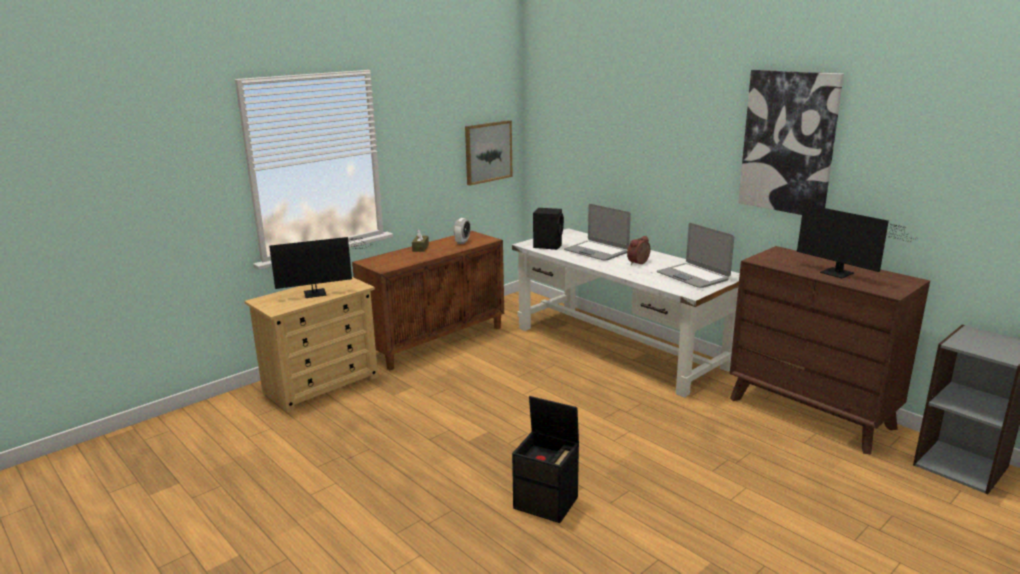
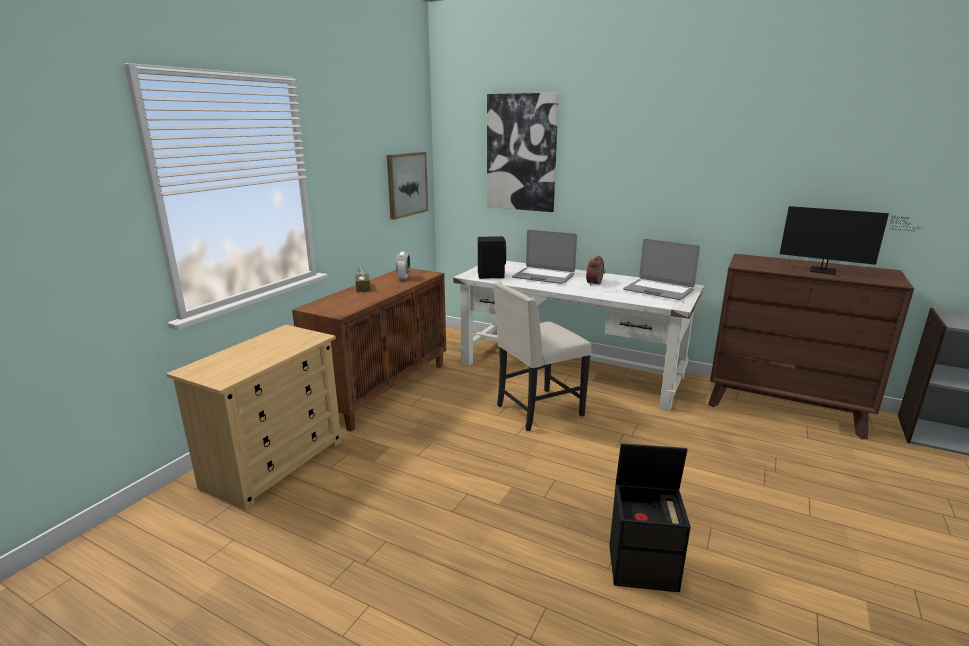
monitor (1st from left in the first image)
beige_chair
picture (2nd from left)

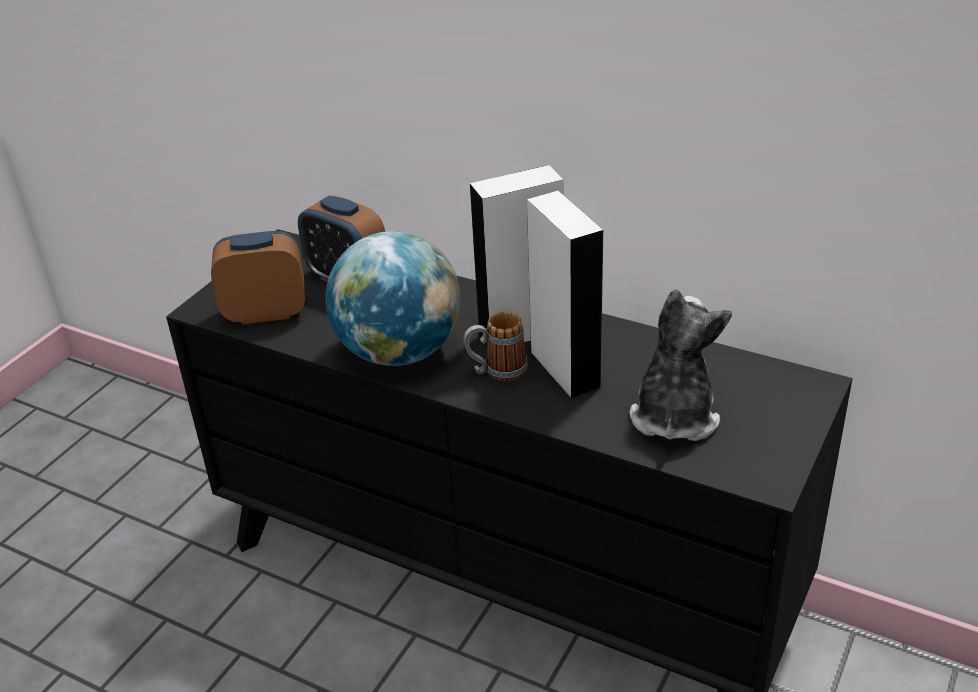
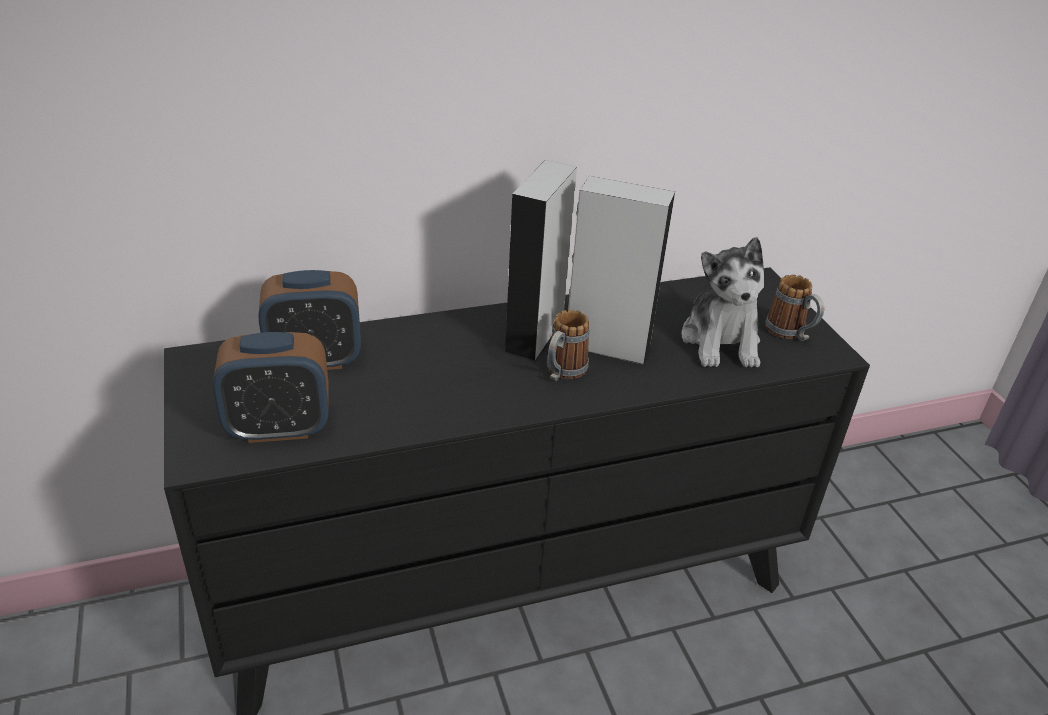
globe
mug (2nd from left)
alarm_clock (1st from left)
plush_toy

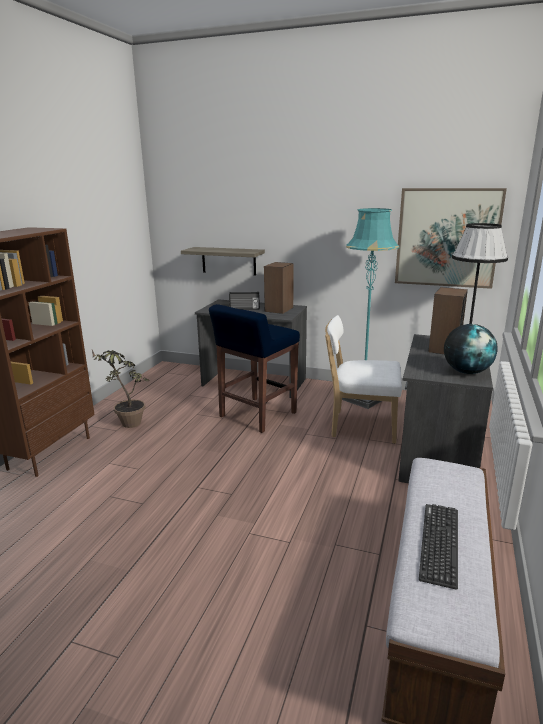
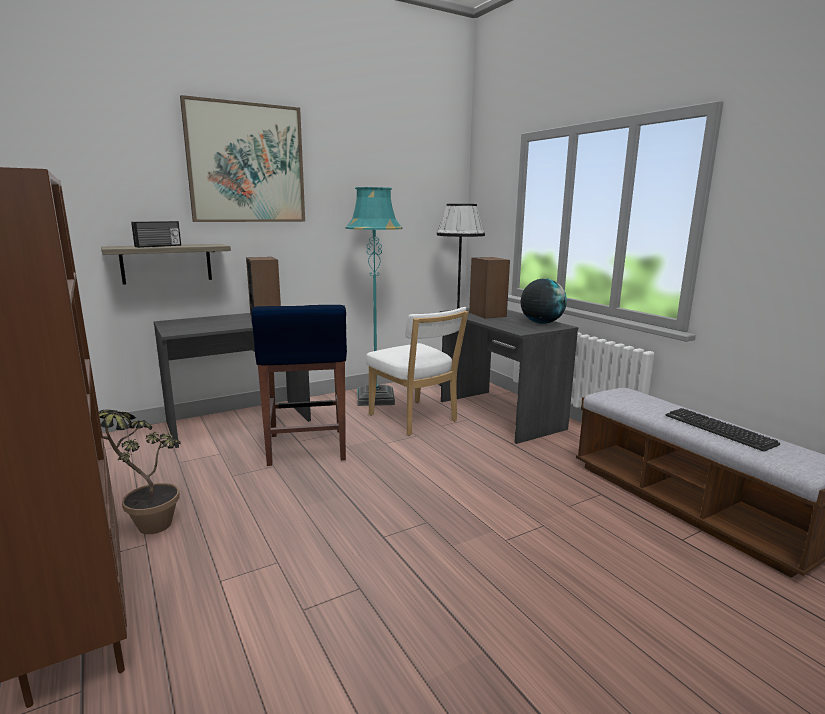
radio
picture
white_chair

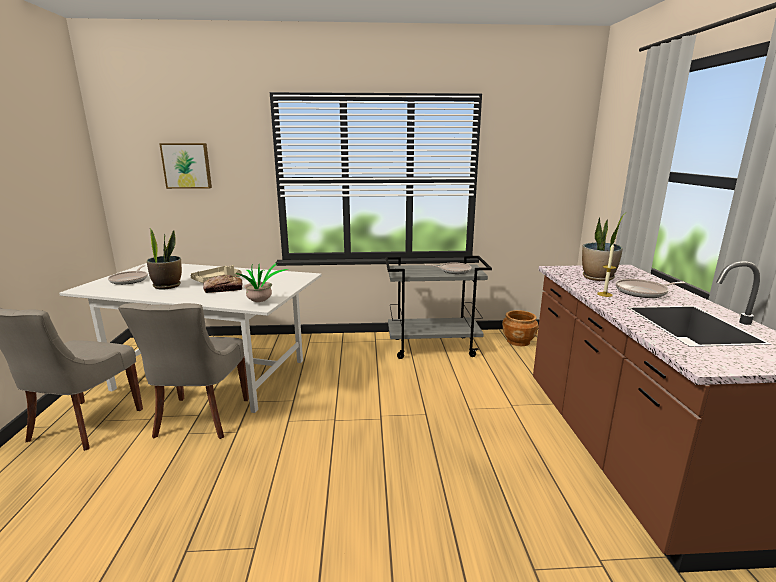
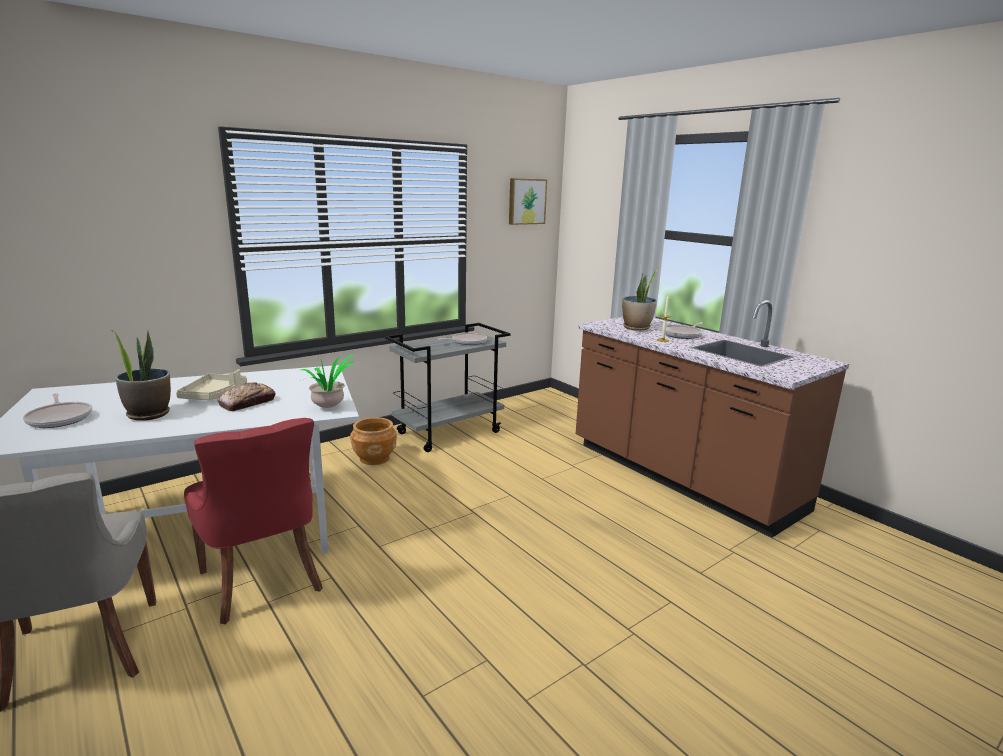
picture
brown_planter
red_chair

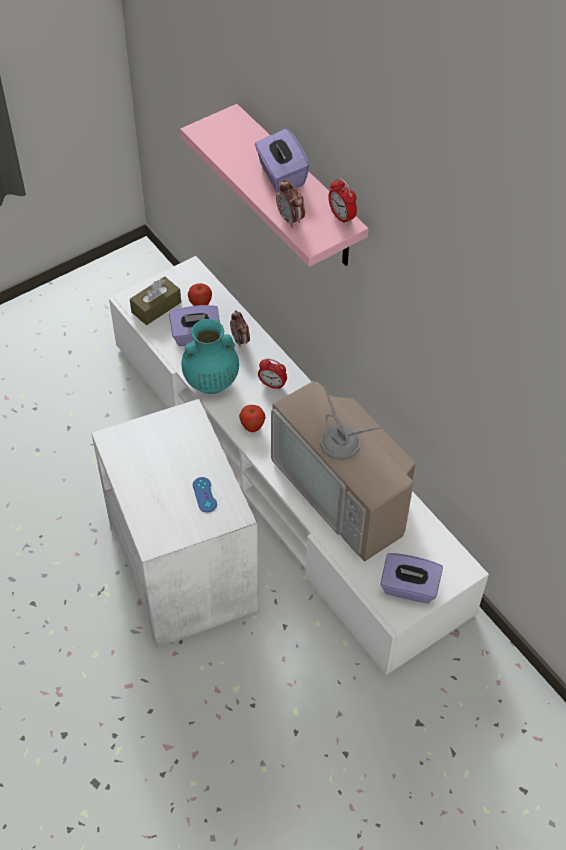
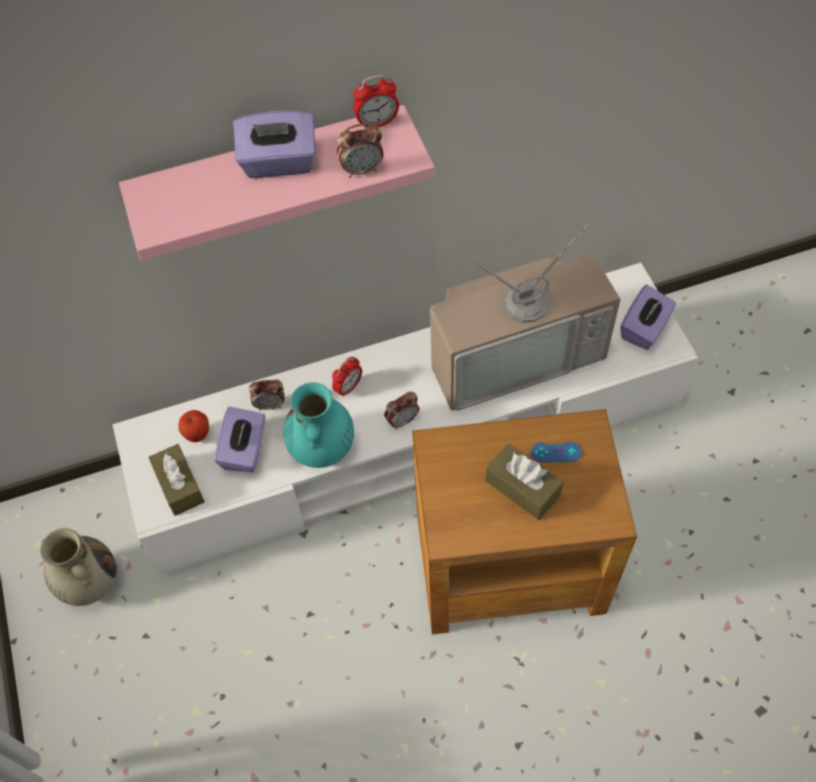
beige_vase
brown_tissue_box (2nd from left)
alarm_clock (5th from left)
brown_side_table

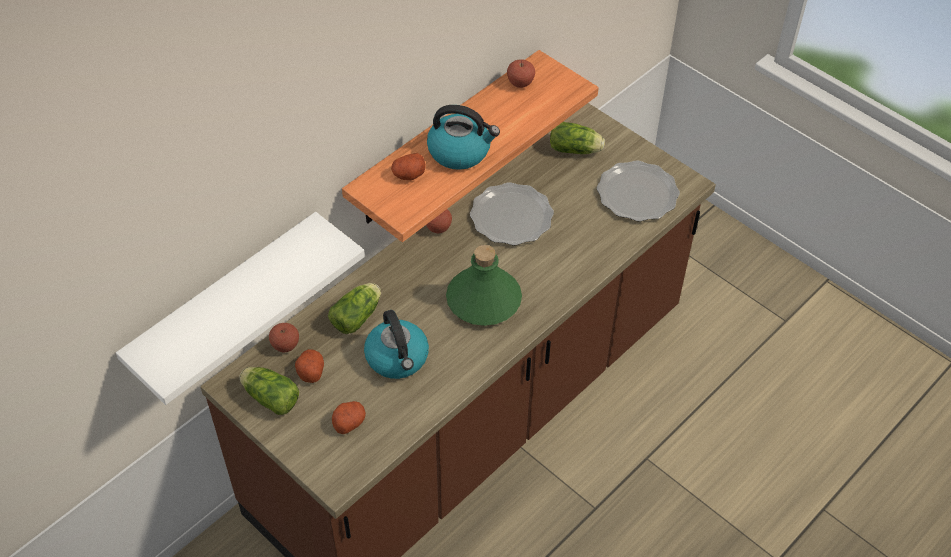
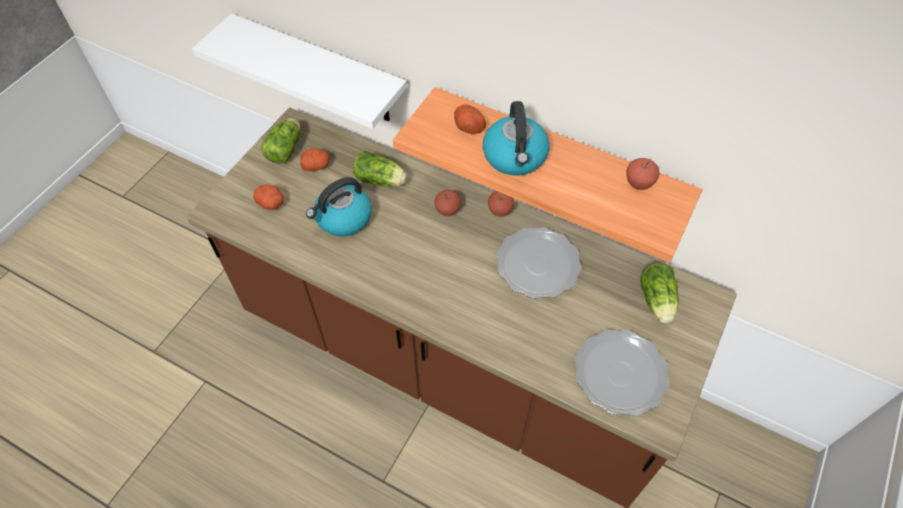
green_bottle
apple (1st from left)

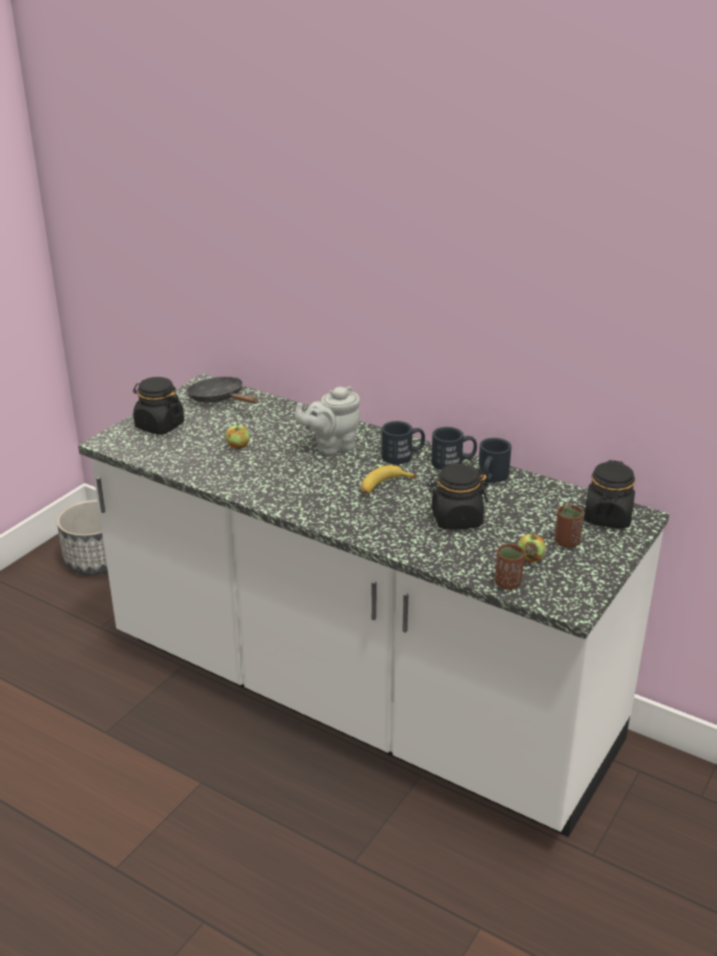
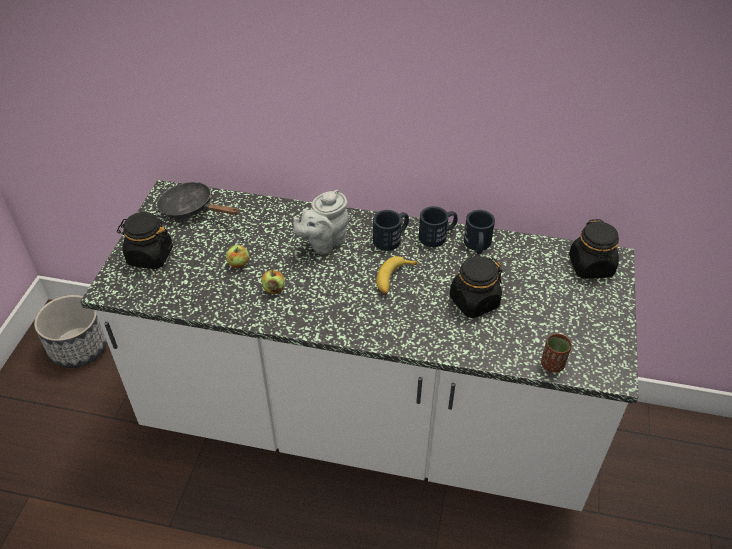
brown_cup (2nd from left in the first image)
apple (2nd from left)

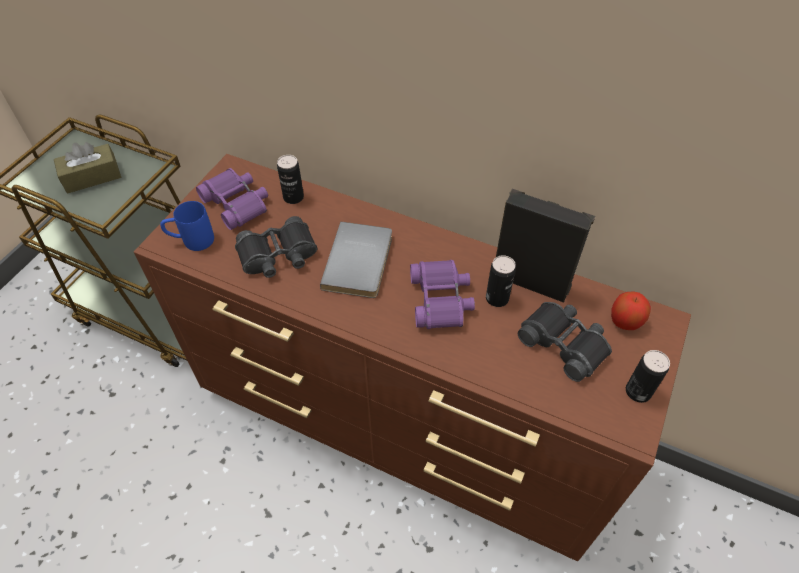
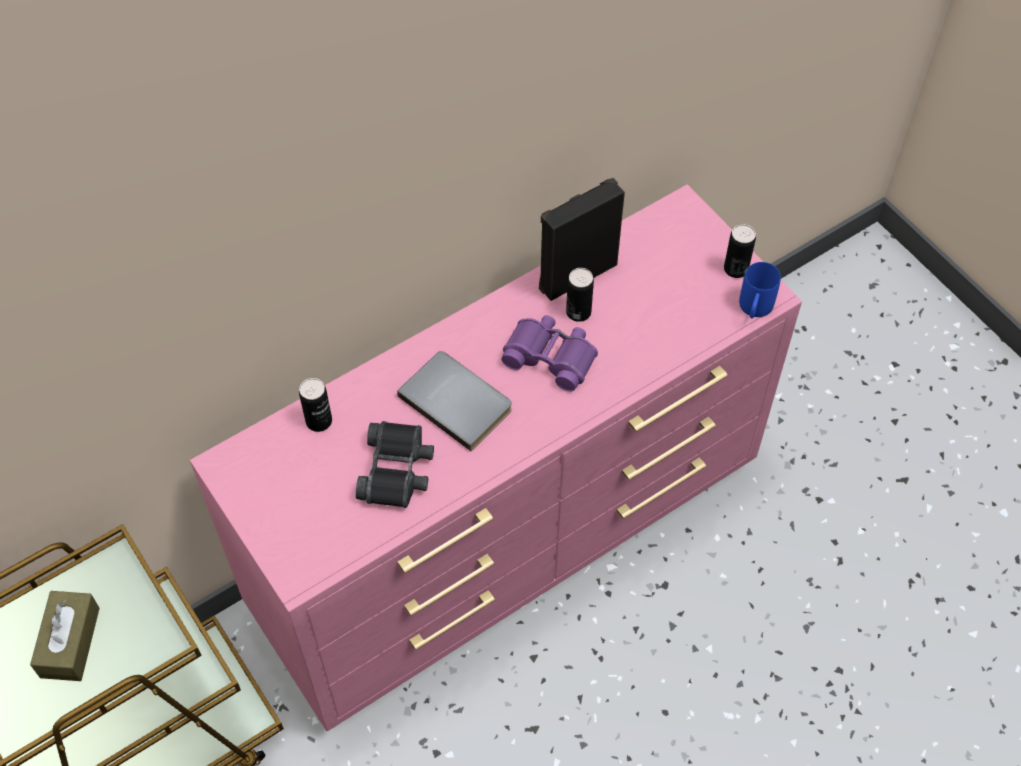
purple_binoculars (1st from left in the first image)
black_binoculars (2nd from left in the first image)
apple
blue_mug
pink_dresser

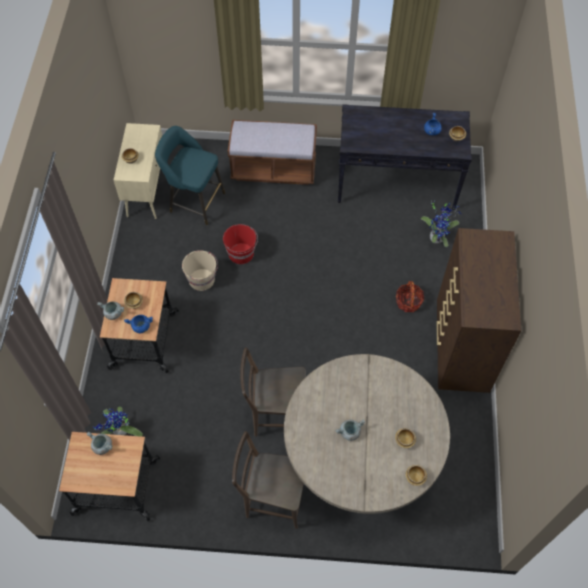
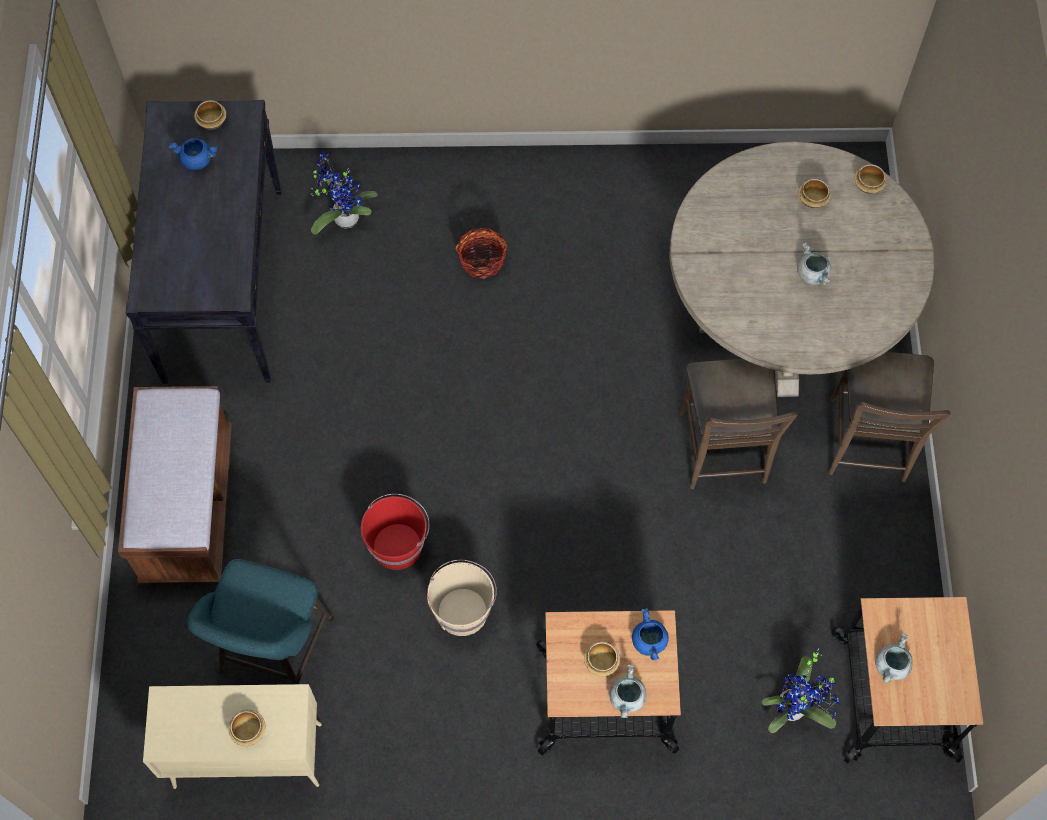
brown_dresser

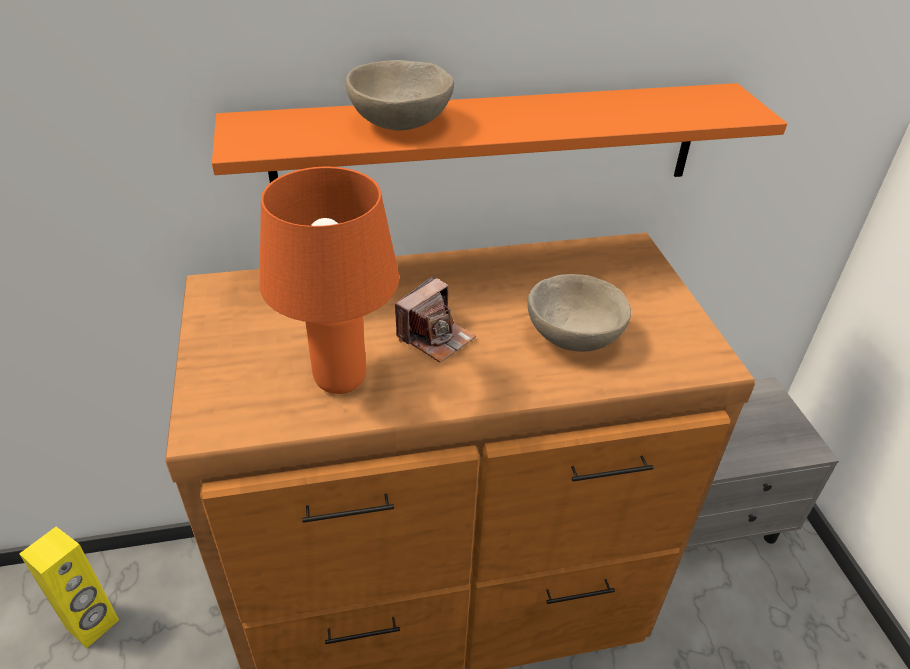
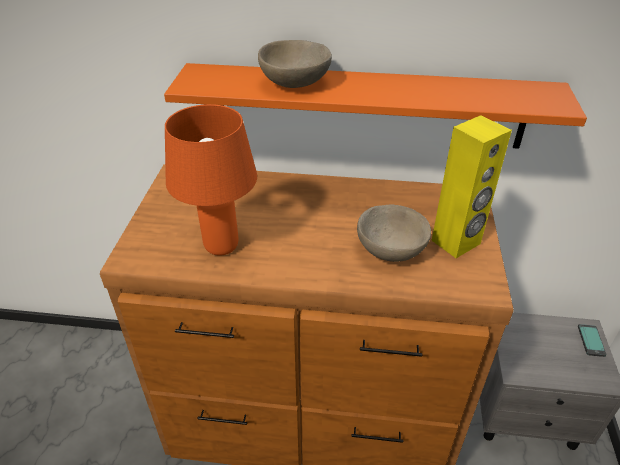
photo_camera
phone
yellow_speaker

